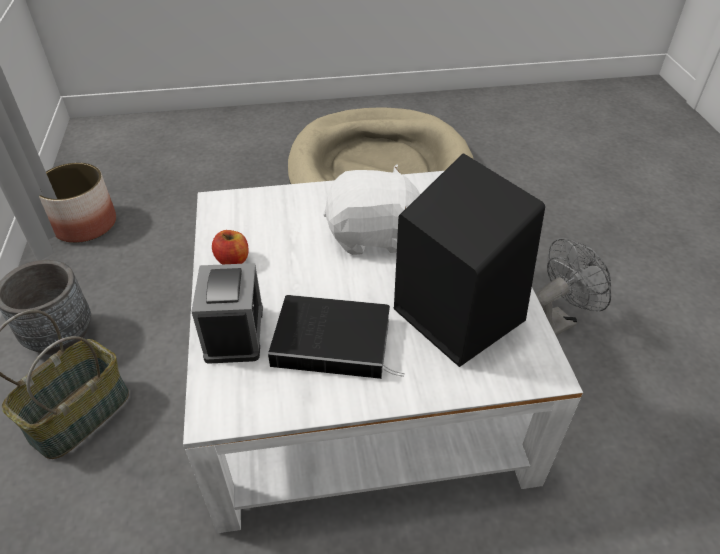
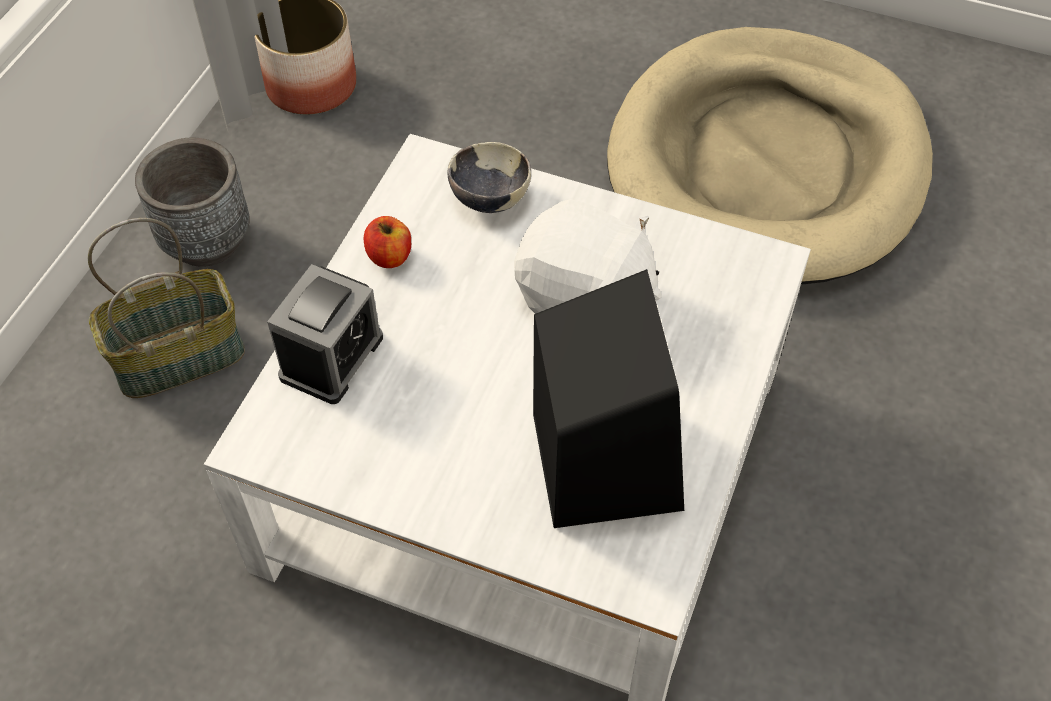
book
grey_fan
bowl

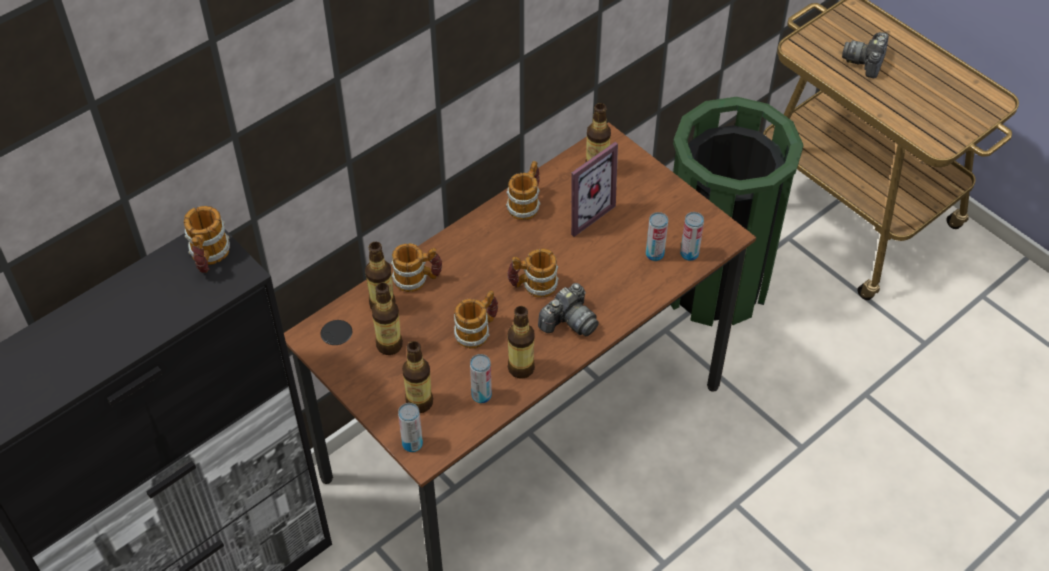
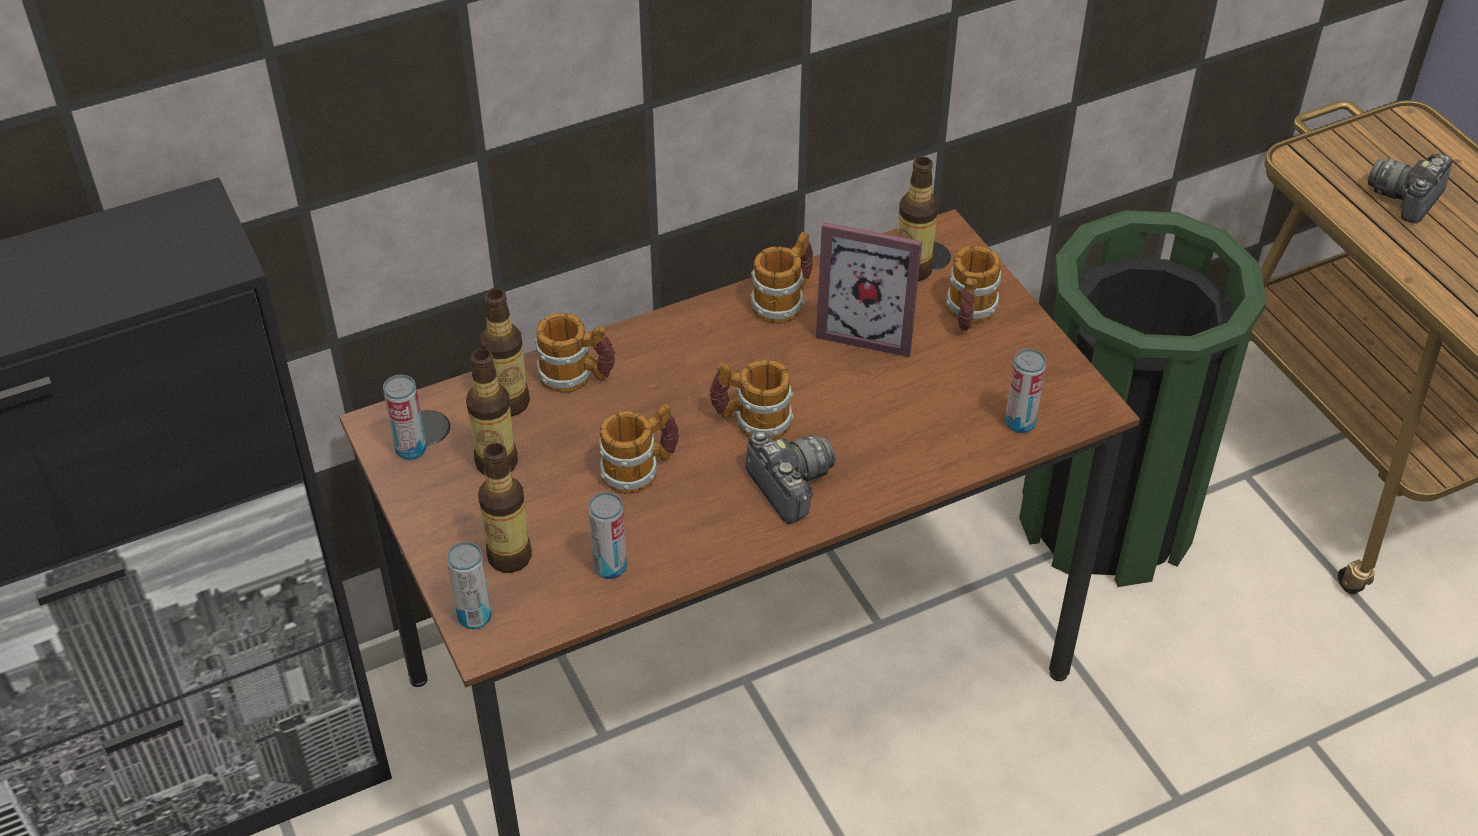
bottle (4th from left in the first image)
mug (5th from left)
can (1st from left)
photo_camera (1st from left)
picture_frame

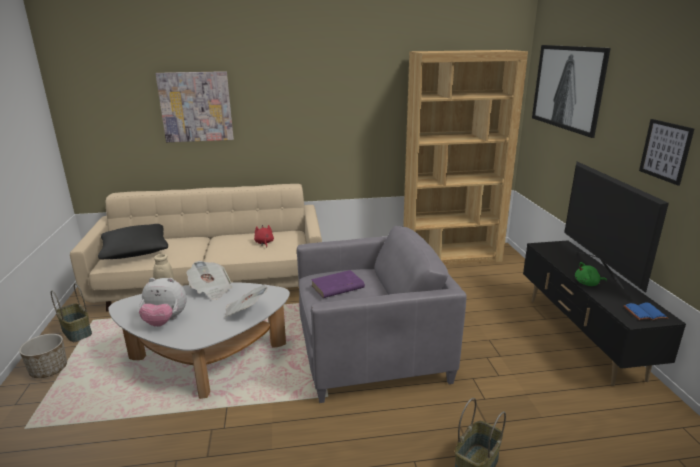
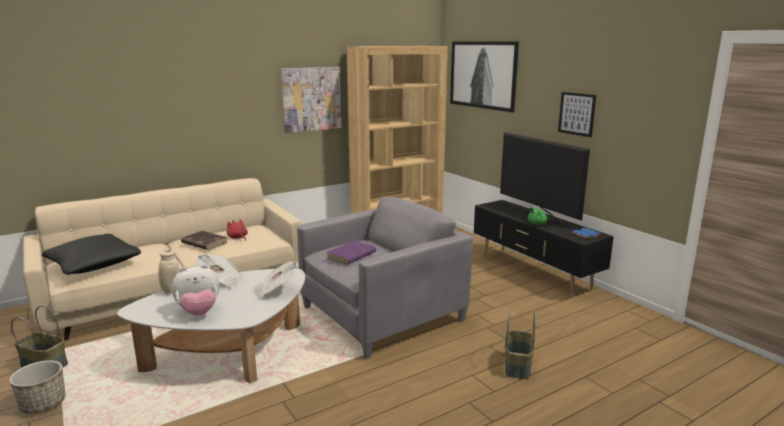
brown_book
picture (1st from left)

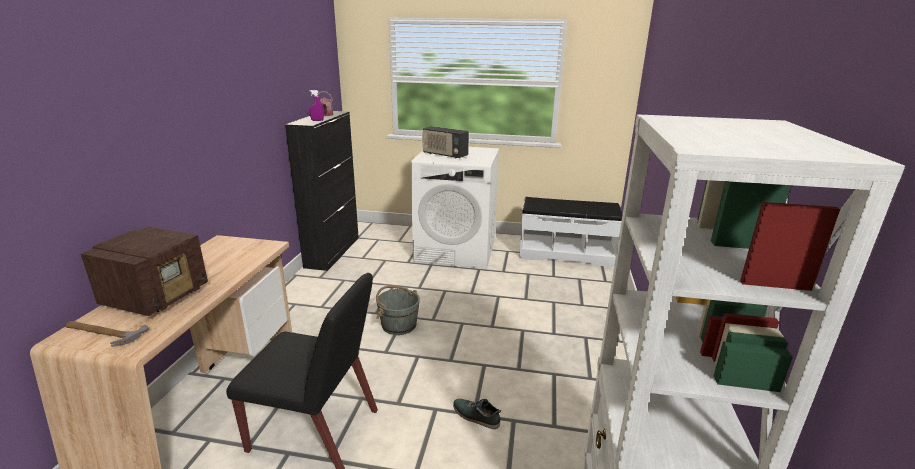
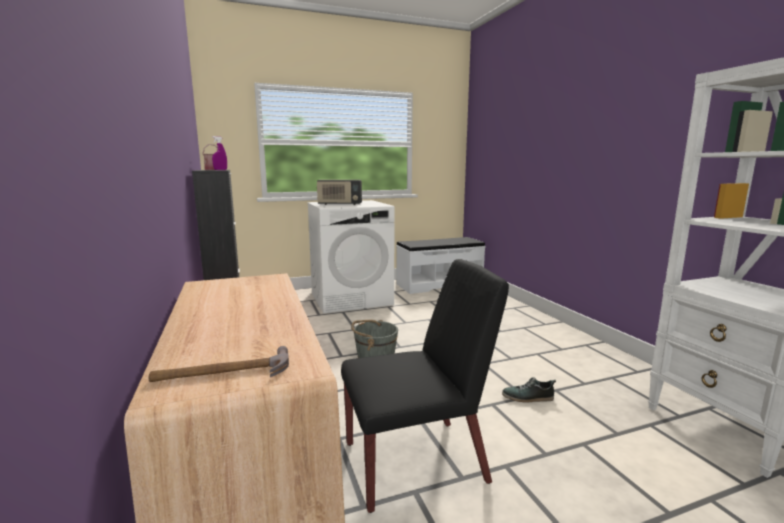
radio (1st from left in the first image)

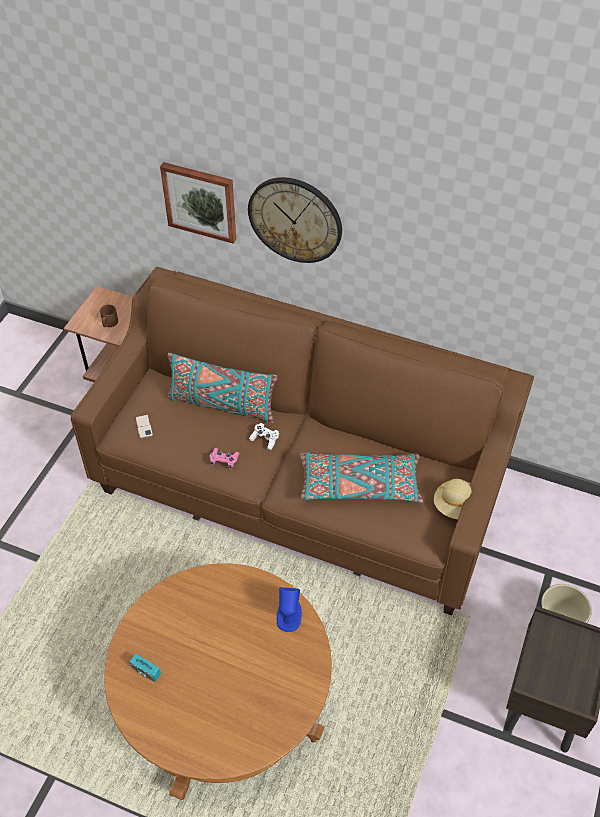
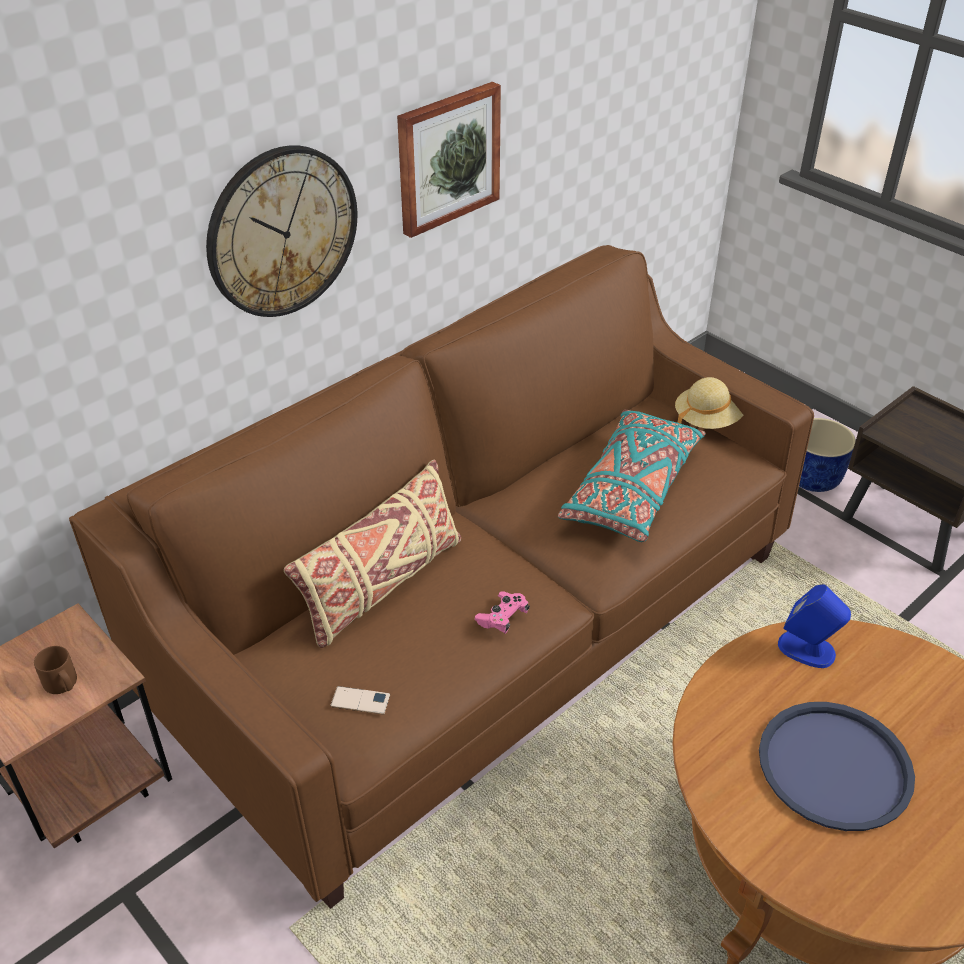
radio
white_game_controller
blue_tray
picture
beige_pillow

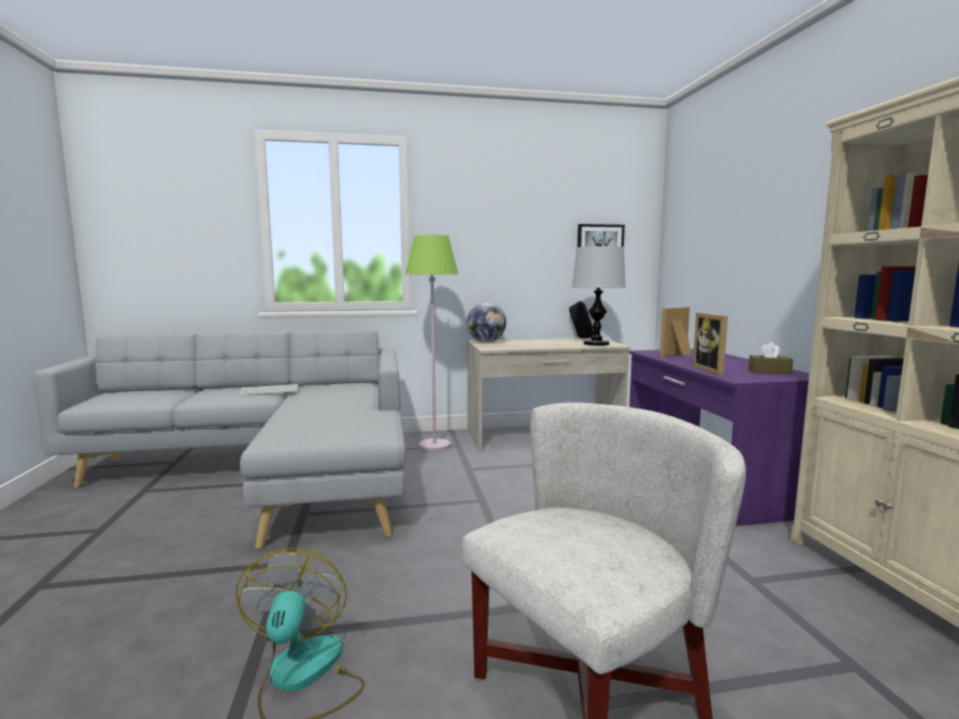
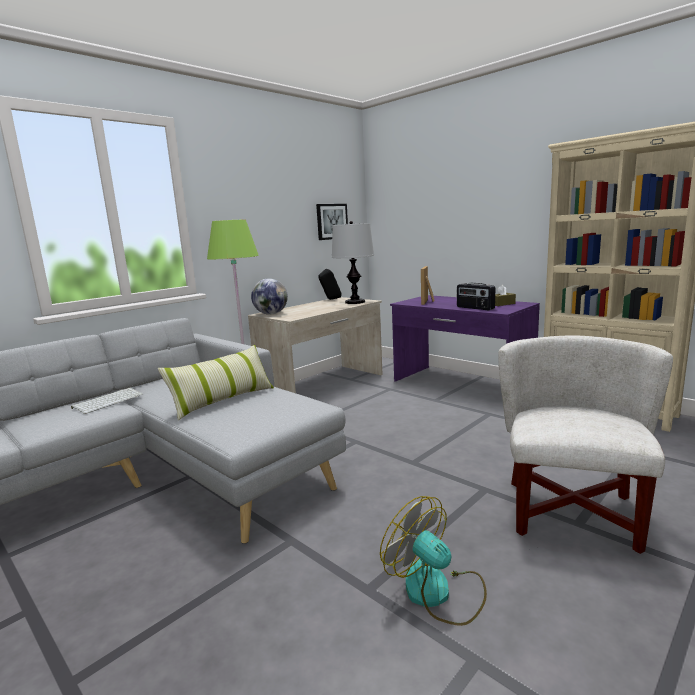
pillow
radio

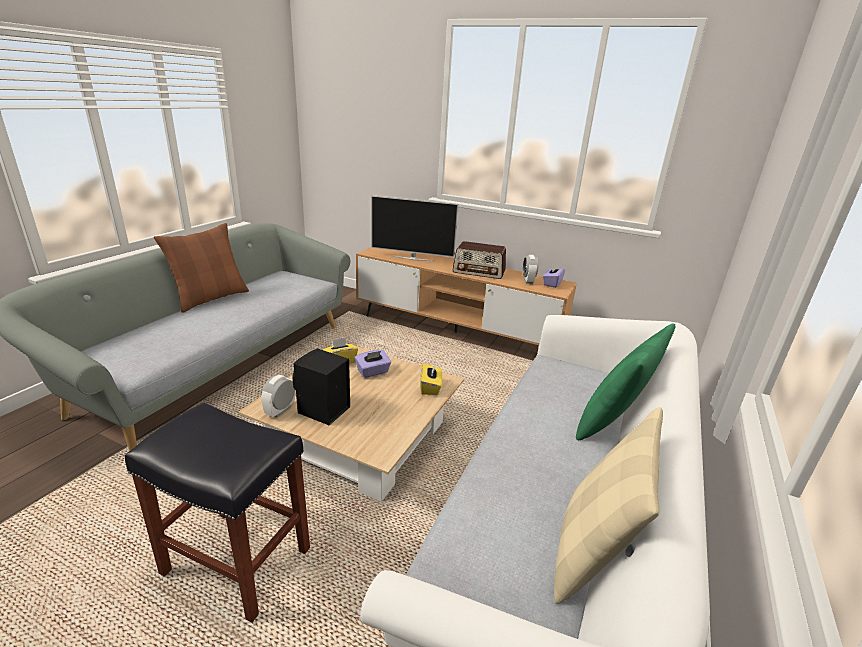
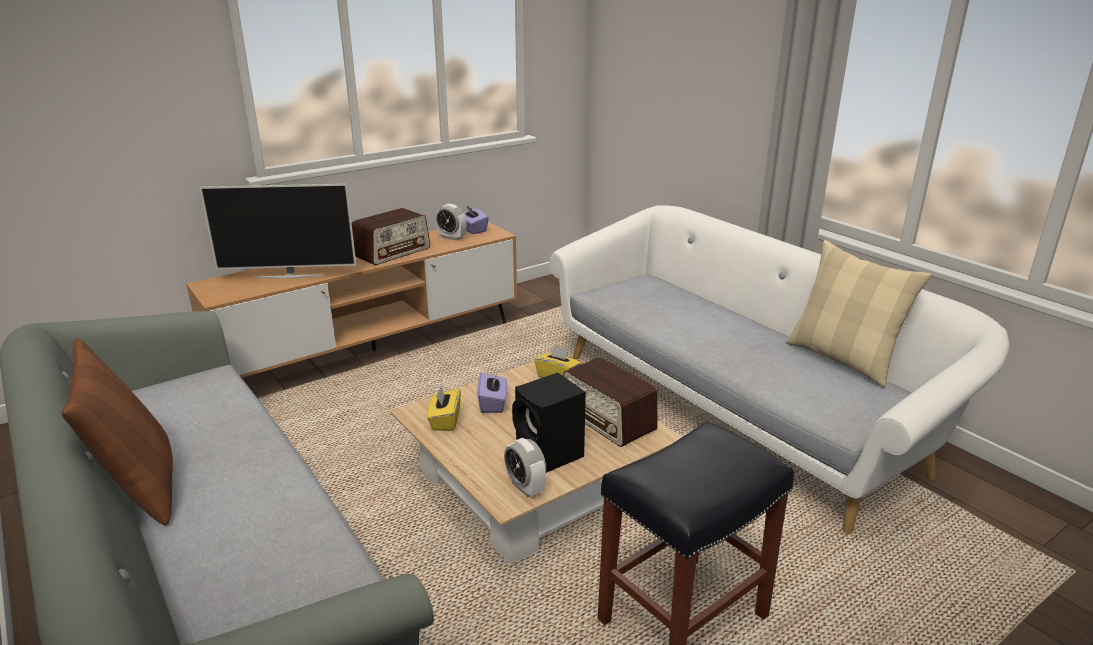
green_pillow
radio (2nd from left)
television

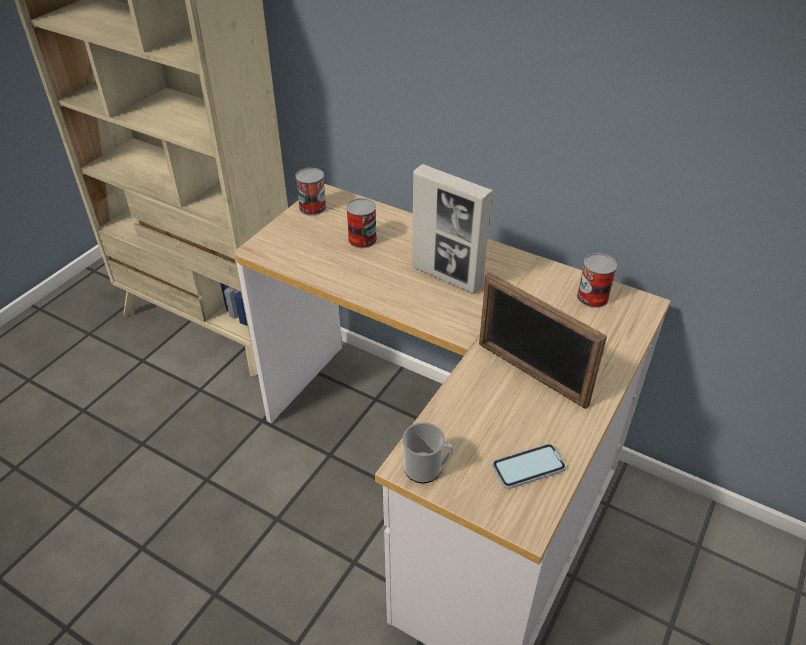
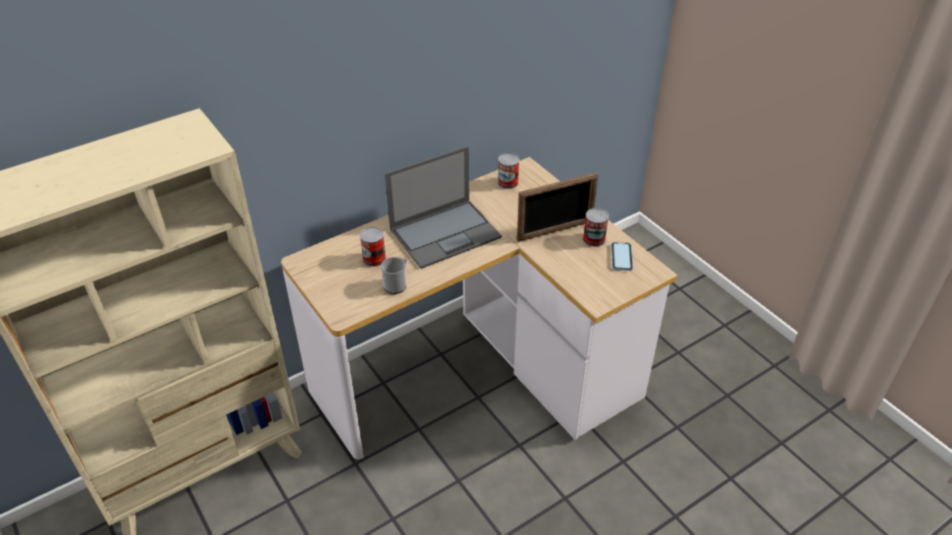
can (3rd from left)
mug
laptop

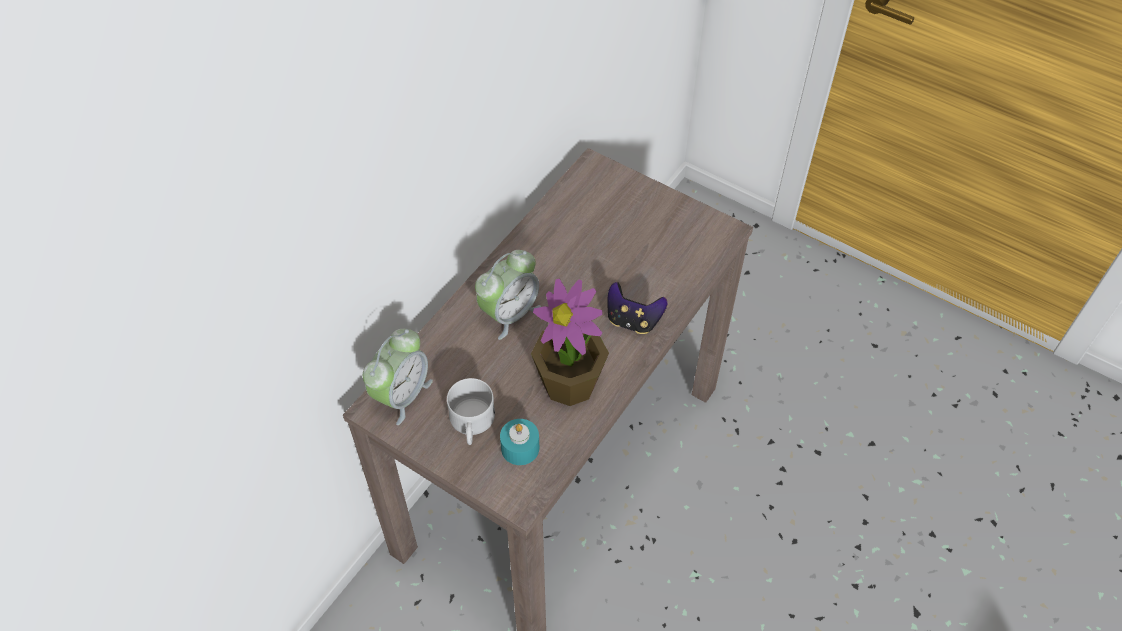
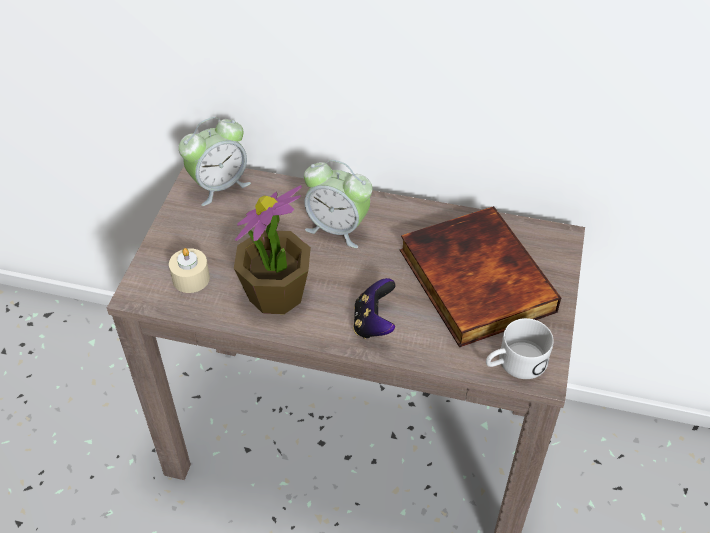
book
white_mug
beige_candle
alarm_clock (1st from left)

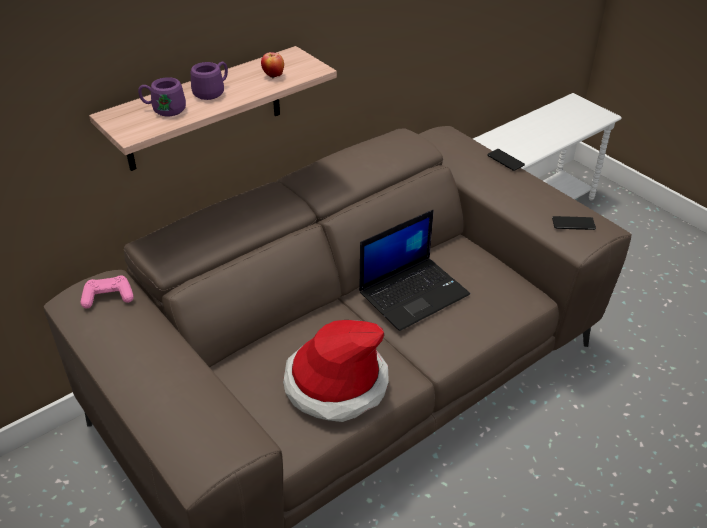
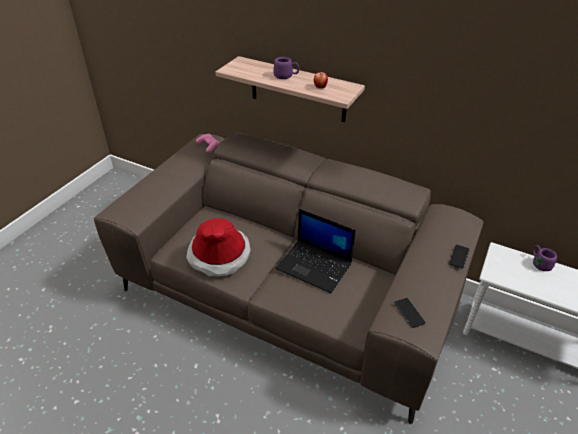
purple_mug (2nd from left)

